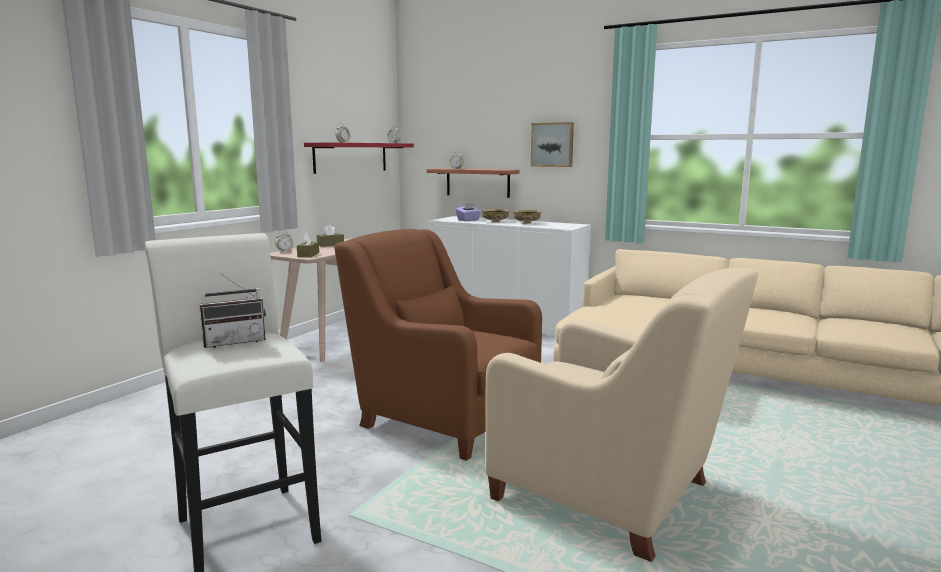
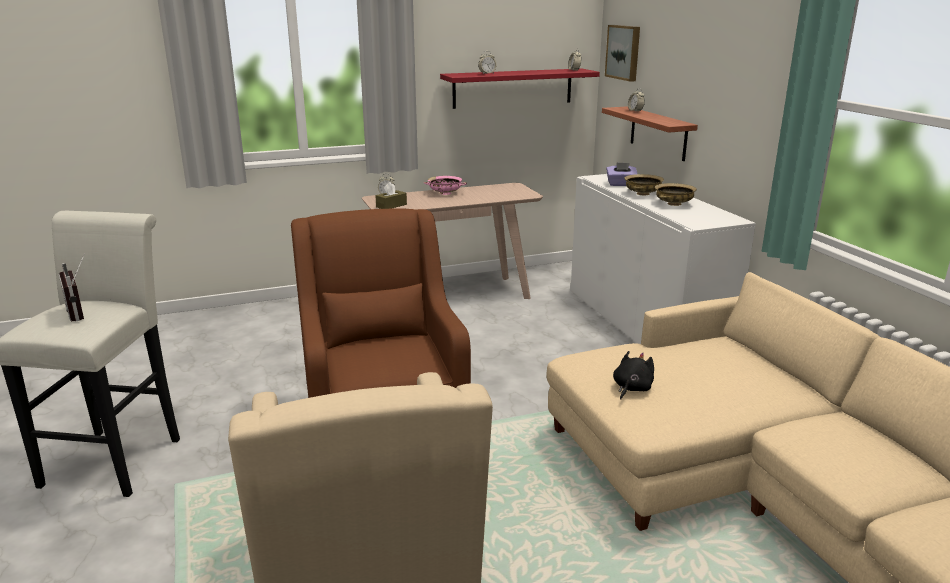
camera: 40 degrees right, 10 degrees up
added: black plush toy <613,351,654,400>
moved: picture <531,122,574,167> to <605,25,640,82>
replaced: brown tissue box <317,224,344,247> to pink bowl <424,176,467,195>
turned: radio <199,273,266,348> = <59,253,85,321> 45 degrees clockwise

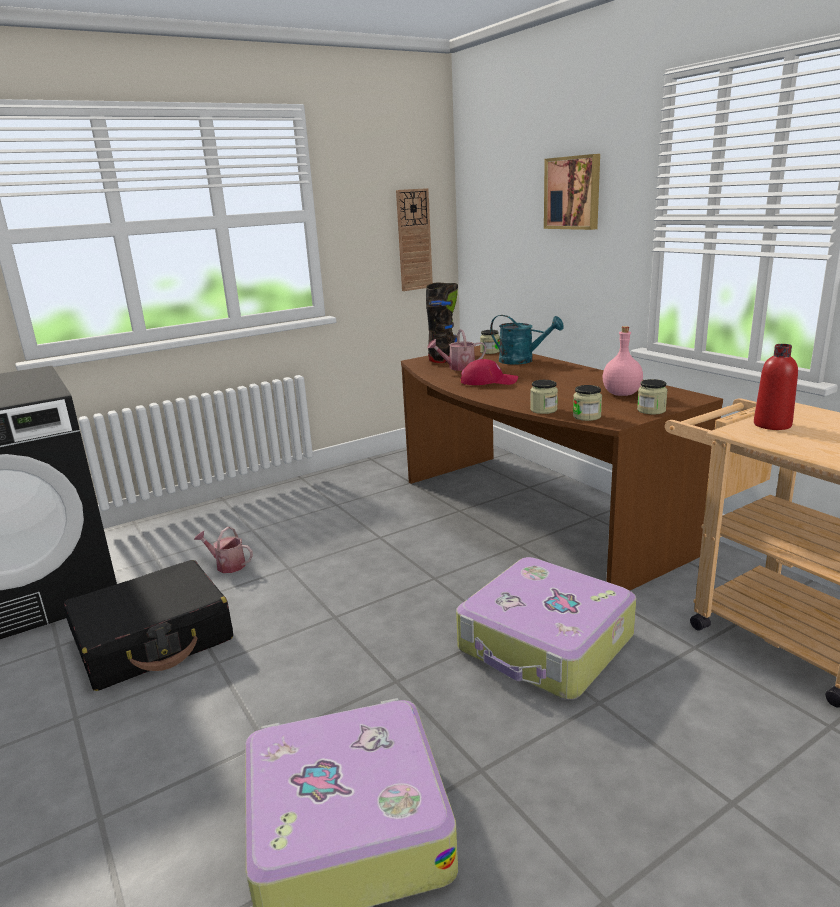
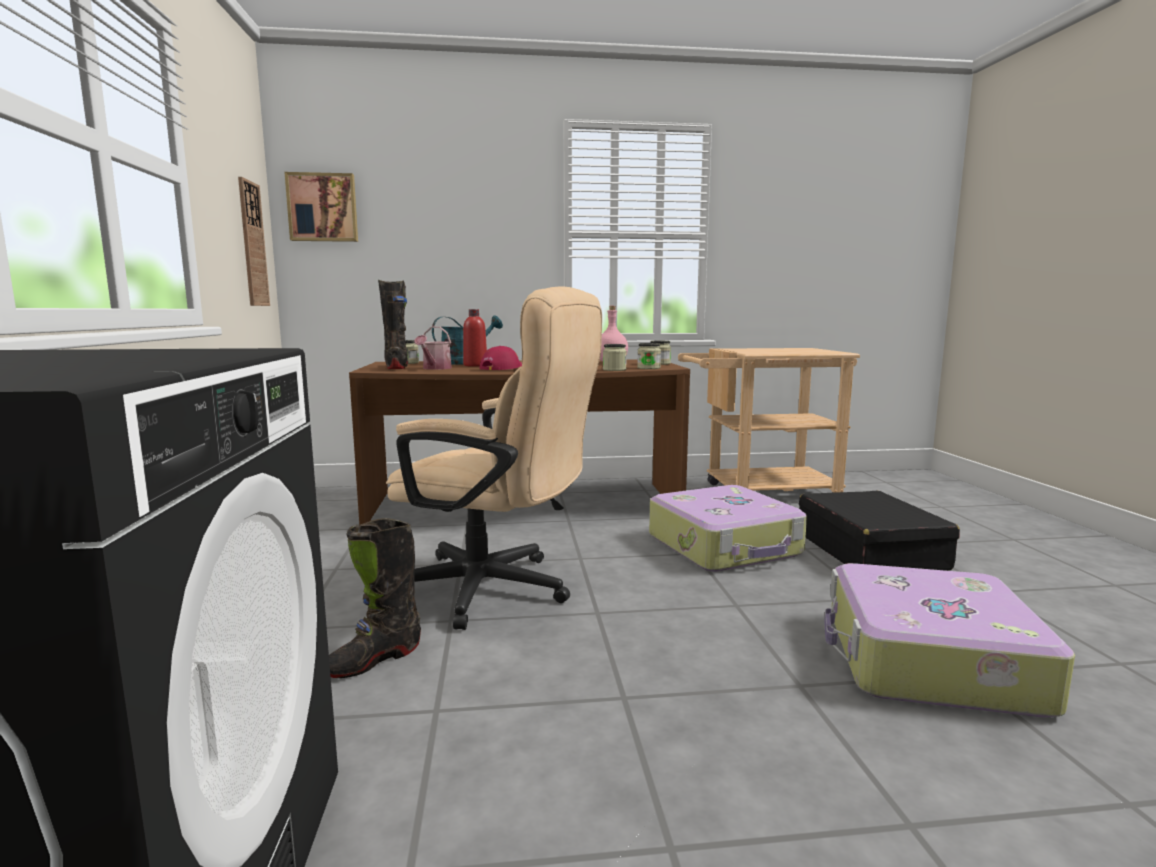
camera: 65 degrees left, 10 degrees down
added: beige office chair <386,286,602,630>
moved: black suitcase <63,560,233,691> to <799,491,960,571>; picture <544,154,600,230> to <284,172,358,242>; red bottle <754,344,798,430> to <463,309,487,367>
replaced: watering can <194,527,253,573> to black boot <329,518,421,678>

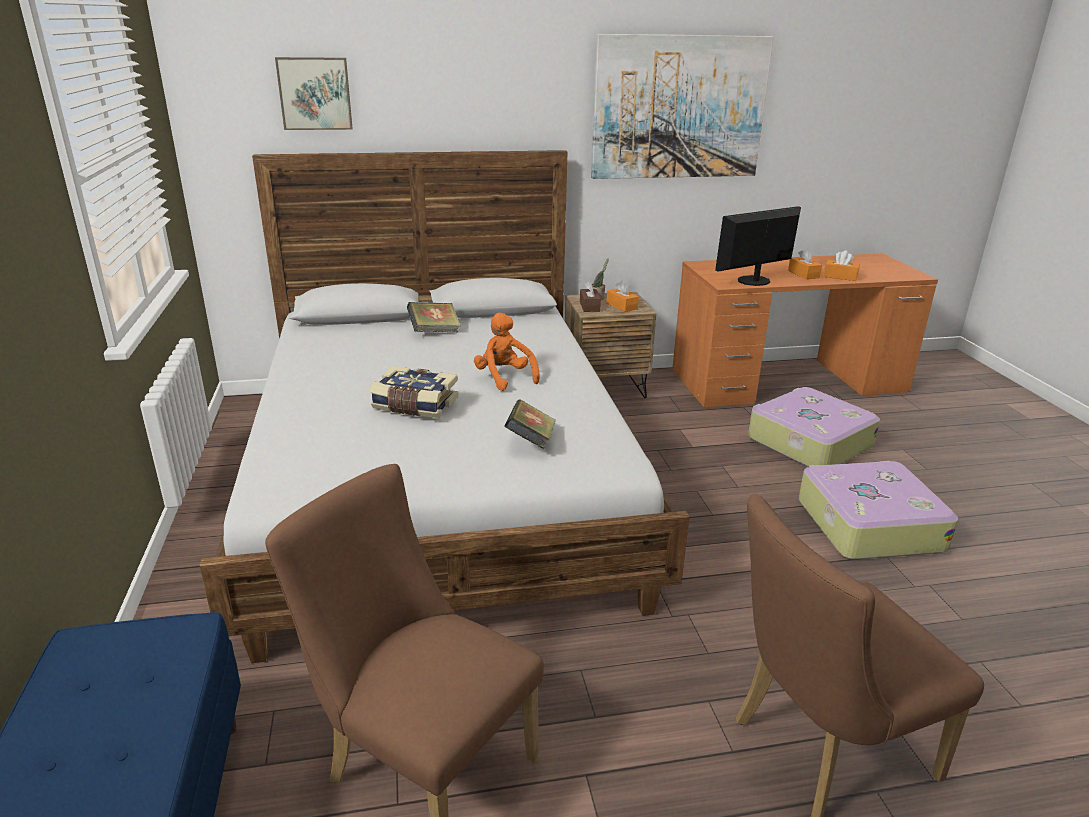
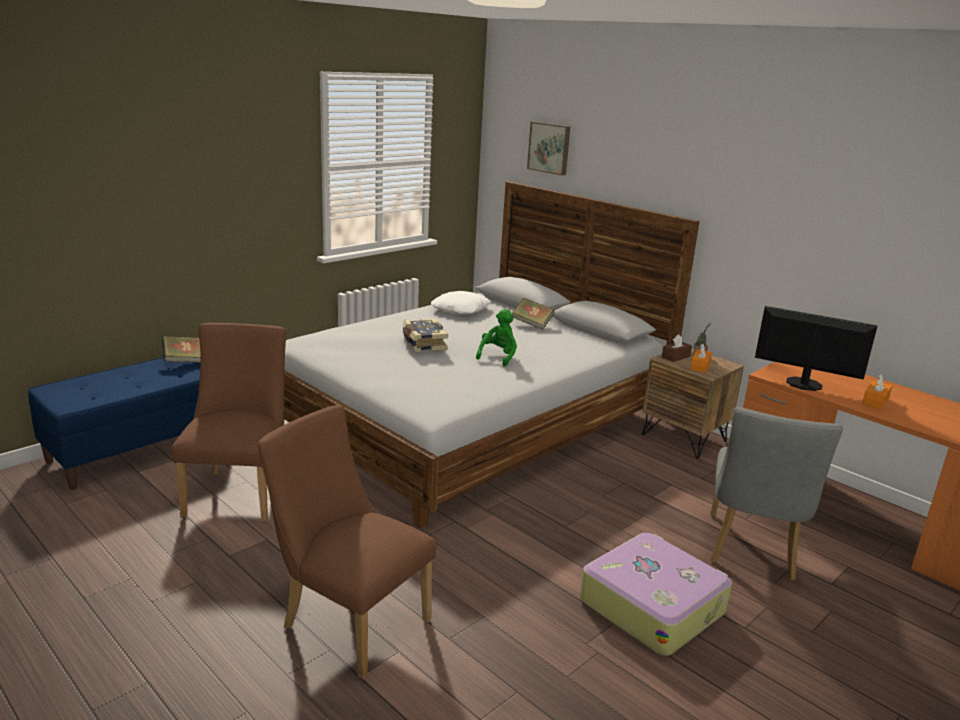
camera: 55 degrees right, 5 degrees down
removed: picture <591,34,774,179>; orange tissue box <824,250,860,281>
added: white pillow <431,291,491,315>
moved: book <505,399,556,449> to <162,336,201,363>
replaced: suitcase <748,387,880,467> to grey chair <710,407,843,580>
recoloured: orange plush toy <474,313,540,391> to green plush toy <476,309,517,367>

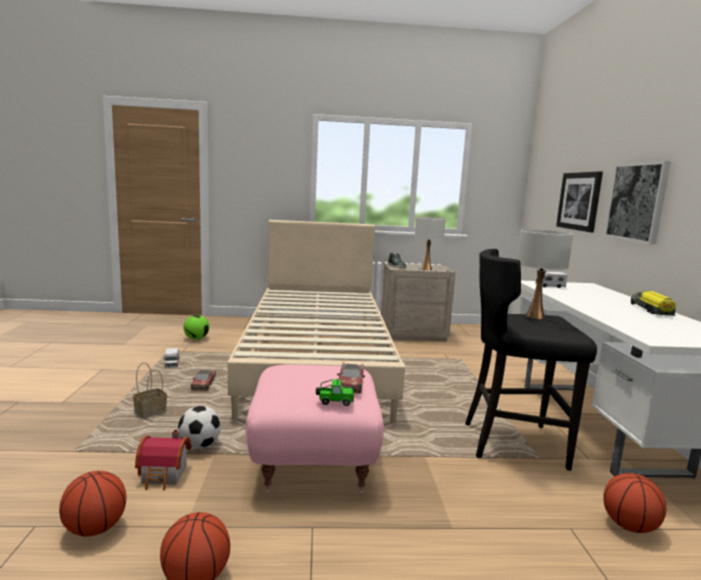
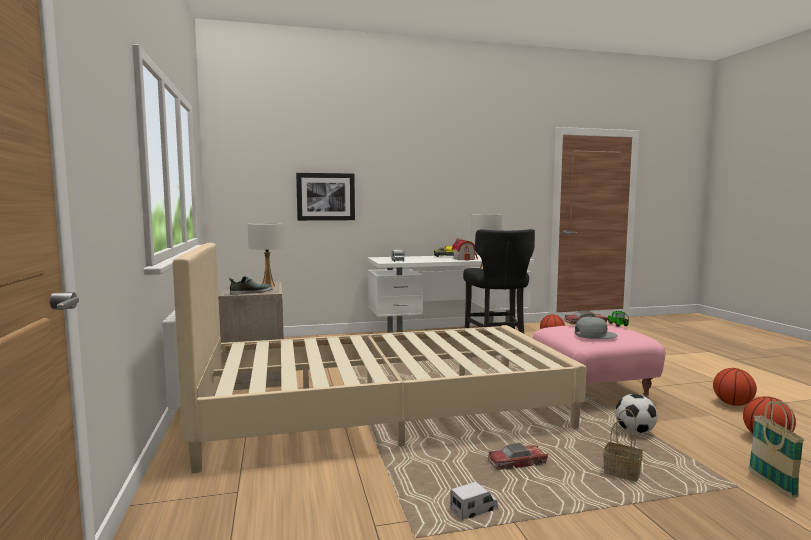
camera: 100 degrees left, 5 degrees down
removed: football <183,315,209,340>; picture <604,161,671,245>
added: grey cap <575,317,618,339>; basket <749,401,804,498>
moved: toy house <135,430,191,491> to <452,238,478,261>

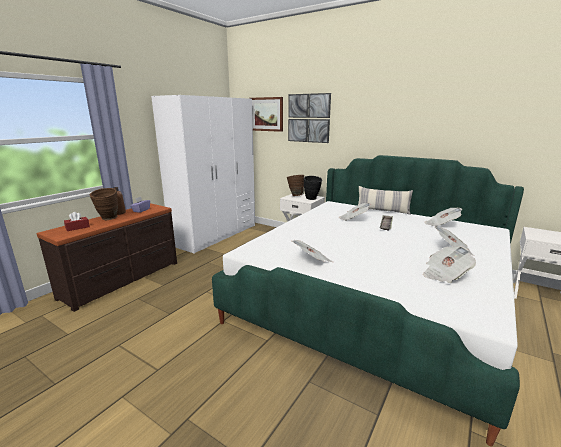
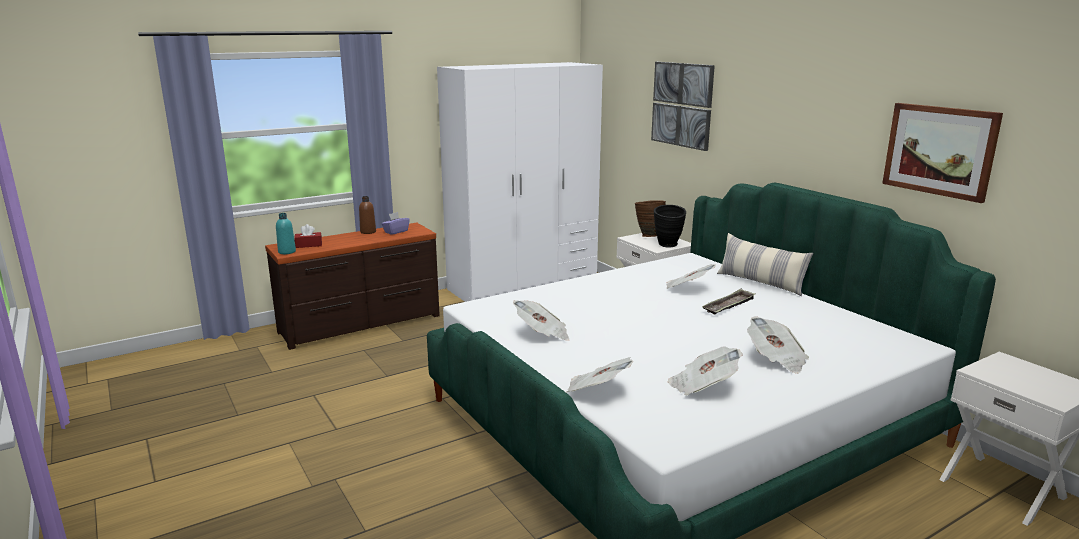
camera: 25 degrees right, 0 degrees up
removed: brown vase <90,188,118,220>
added: turquoise bottle <276,213,296,254>
moved: picture <250,97,283,132> to <882,103,1003,203>; newspaper <424,208,463,227> to <566,357,633,393>

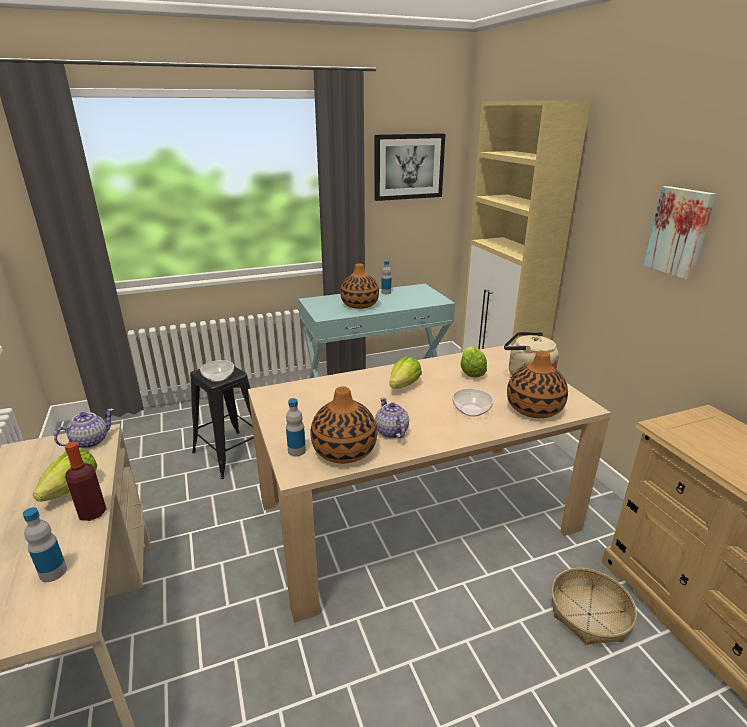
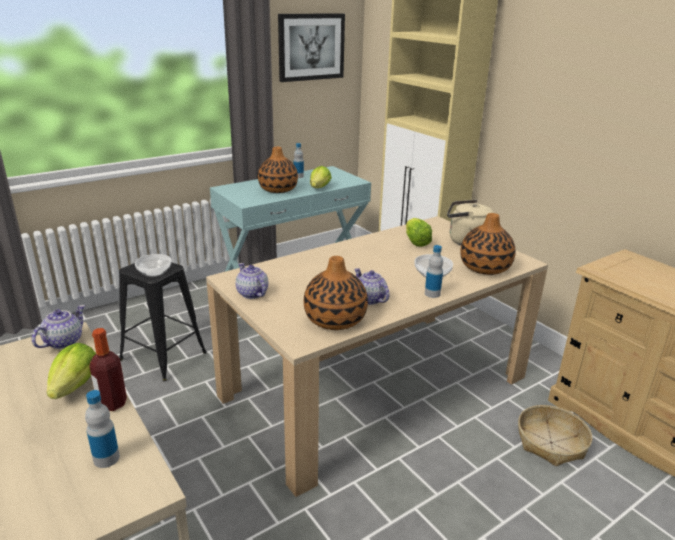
camera: 15 degrees left, 0 degrees up
removed: picture <643,186,716,280>
added: teapot <236,263,268,299>
moved: bottle <286,398,306,456> to <425,245,443,298>; lettuce <389,356,422,389> to <310,166,332,188>

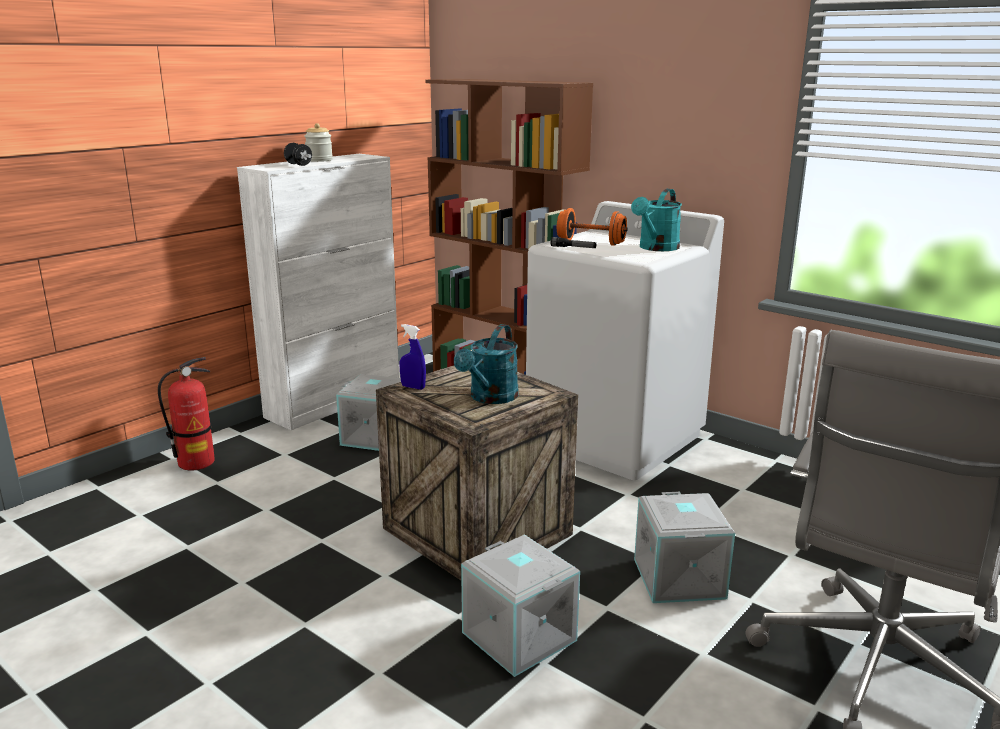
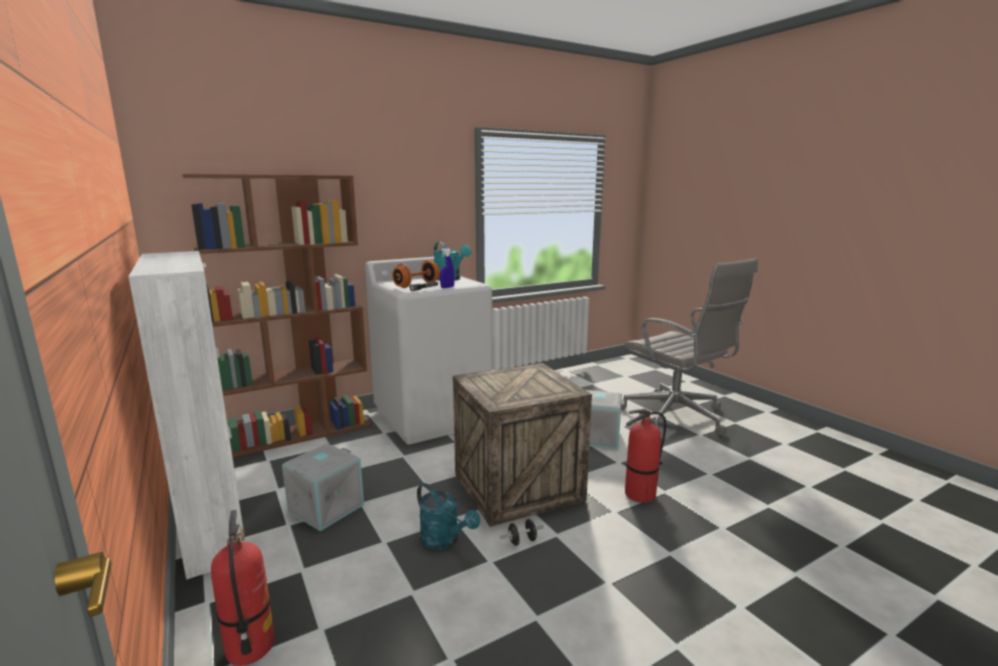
camera: 70 degrees left, 5 degrees down
removed: jar <304,123,333,162>
moved: black dumbbell <284,143,312,166> to <500,519,544,546>; blue spray bottle <400,324,426,390> to <440,248,455,288>; turquoise watering can <454,324,518,404> to <417,483,480,550>
replaced: grey storage box <461,534,580,677> to fire extinguisher <625,408,666,503>

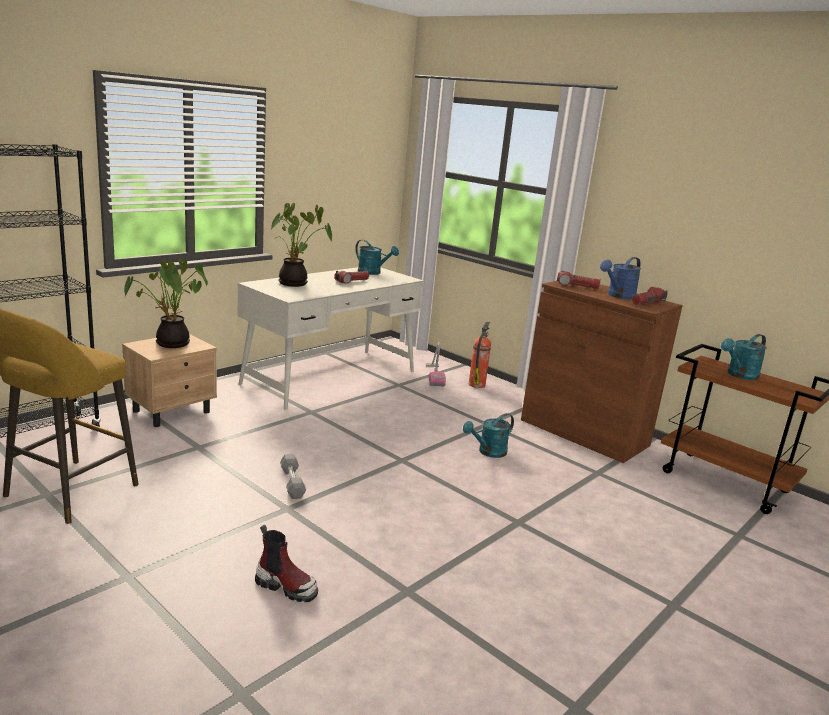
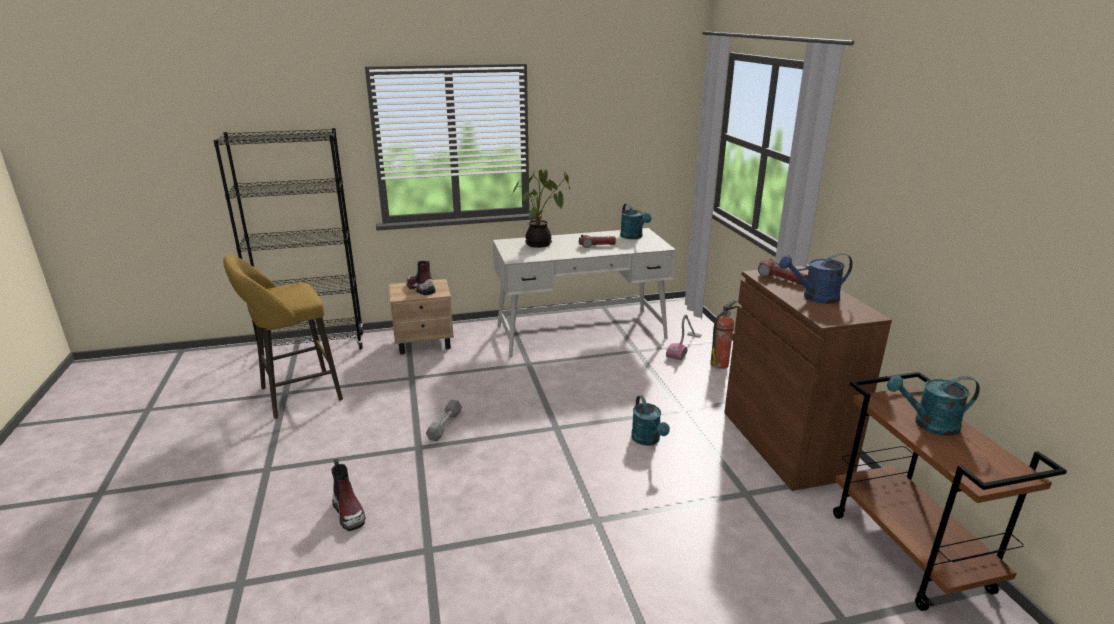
camera: 35 degrees right, 5 degrees up
removed: flashlight <632,287,668,305>
replaced: potted plant <124,258,208,348> to boot <407,260,436,295>
turned: turquoise watering can <463,413,514,458> = <631,395,670,446> 105 degrees counterclockwise

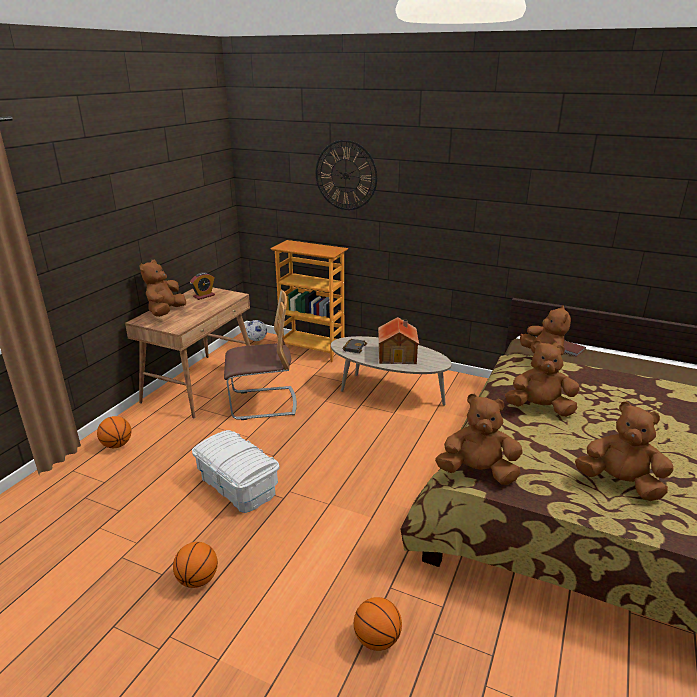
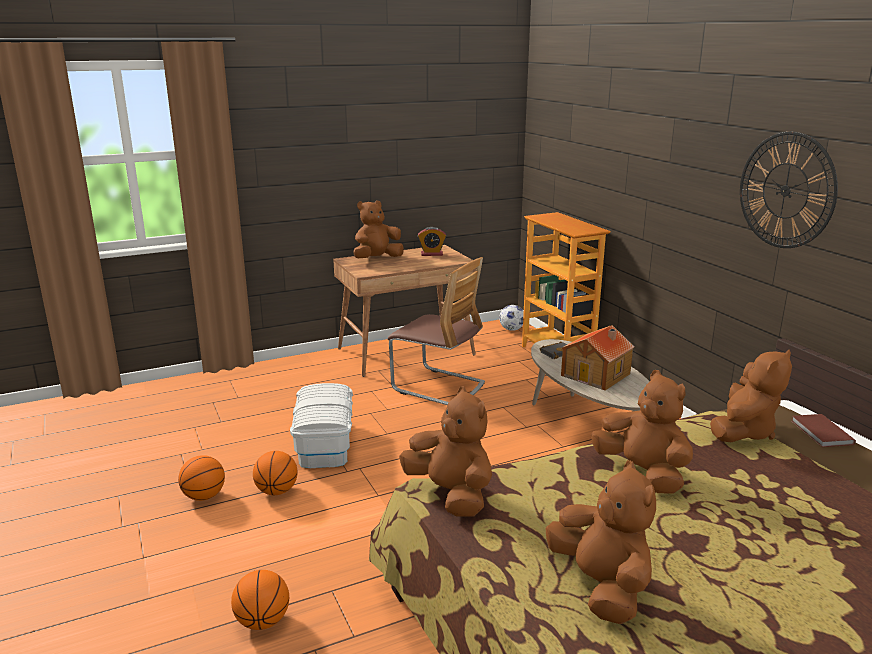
camera: 40 degrees right, 5 degrees down
moved: basketball <97,416,131,448> to <253,451,298,495>; wall clock <316,140,377,210> to <740,132,838,248>

